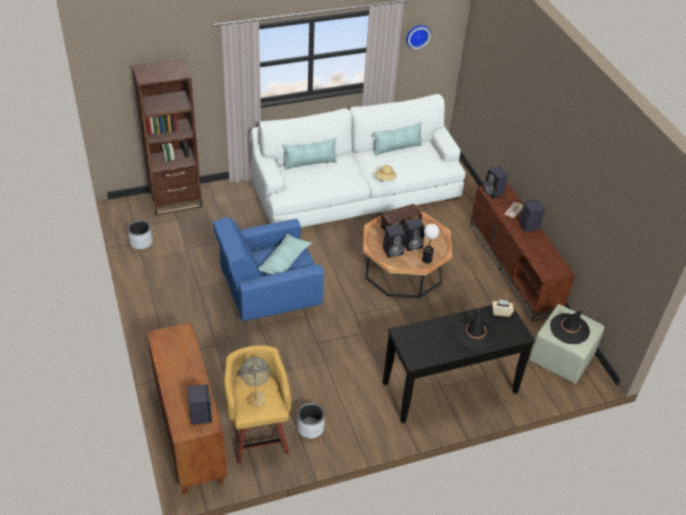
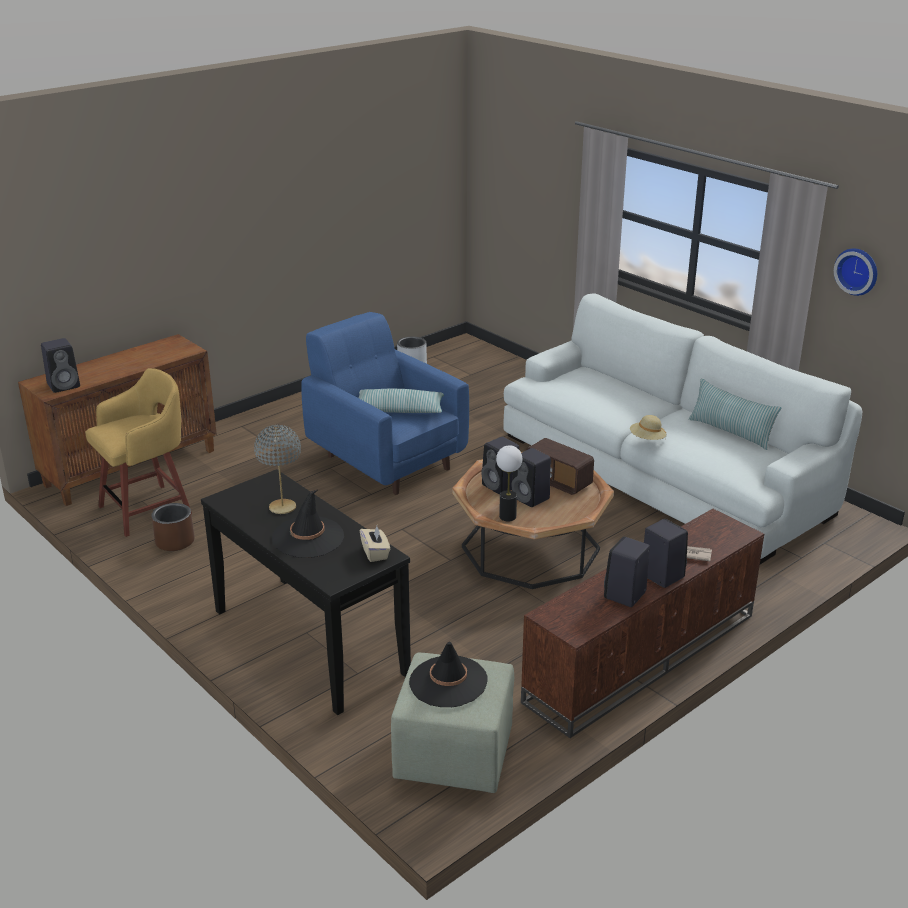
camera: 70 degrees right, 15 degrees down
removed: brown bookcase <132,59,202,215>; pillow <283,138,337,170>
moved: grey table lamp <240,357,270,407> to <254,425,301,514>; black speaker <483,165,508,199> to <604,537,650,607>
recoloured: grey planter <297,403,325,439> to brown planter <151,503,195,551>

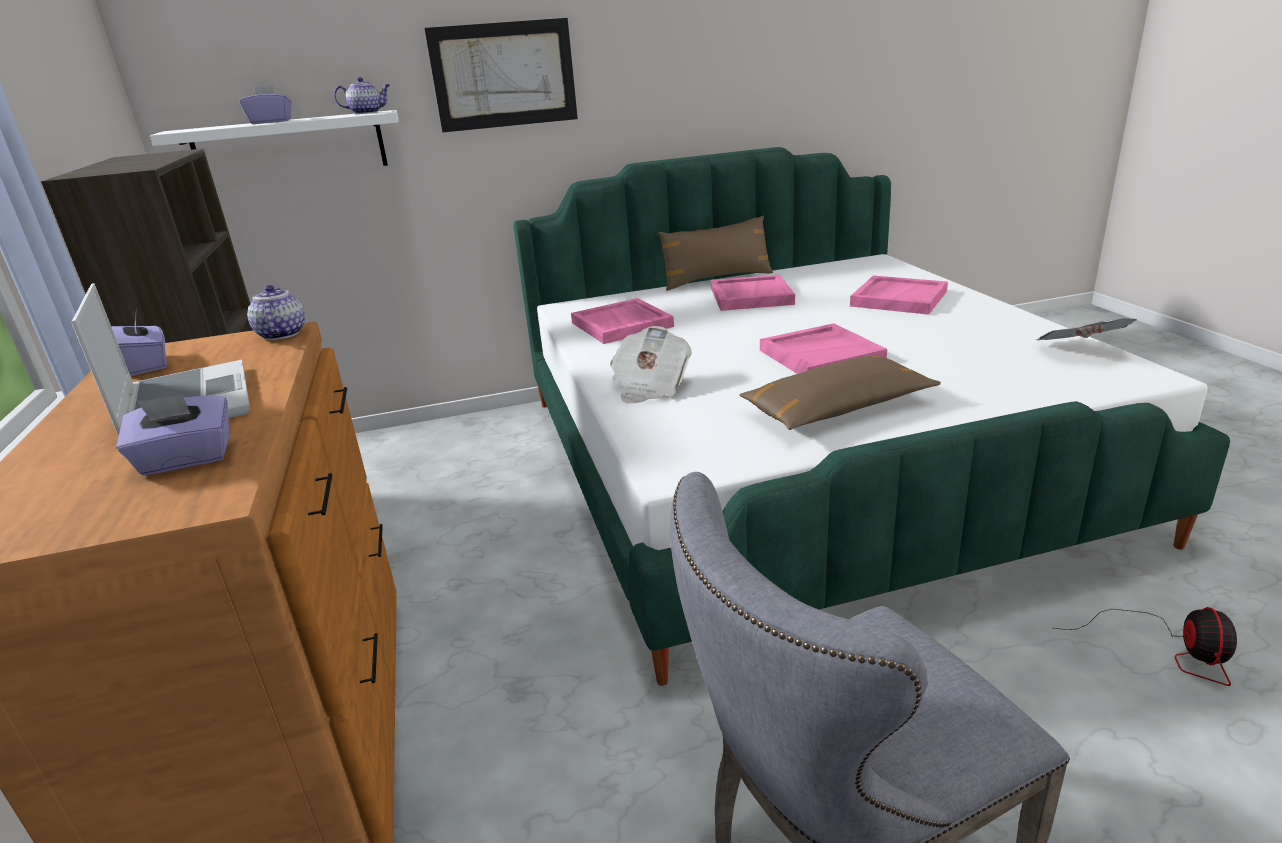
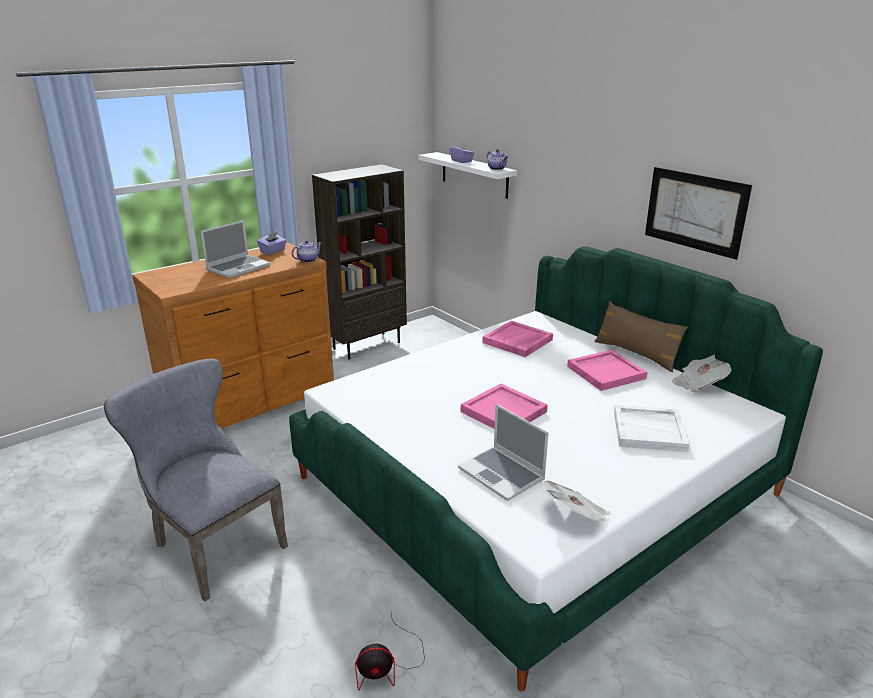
camera: 65 degrees right, 0 degrees up
removed: purple tissue box <116,394,229,475>; brown pillow <739,355,941,430>
added: laptop <458,404,549,501>
moved: picture <424,18,578,132> to <645,167,752,260>; newspaper <610,326,692,403> to <672,354,732,392>
recoloured: pink tray <850,275,948,315> to white tray <614,405,690,452>

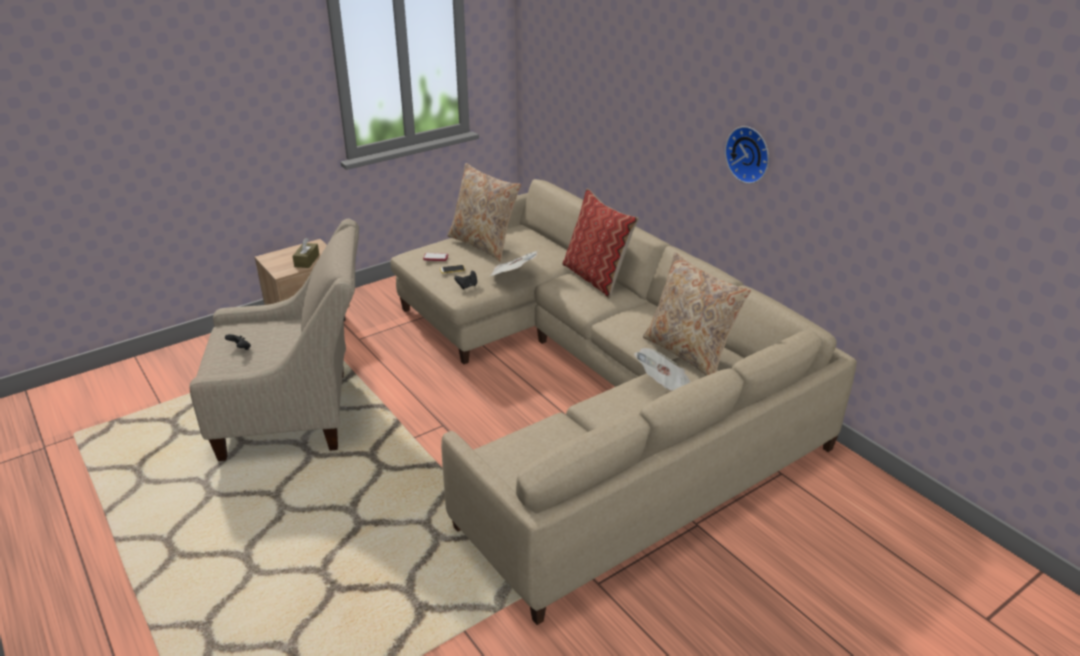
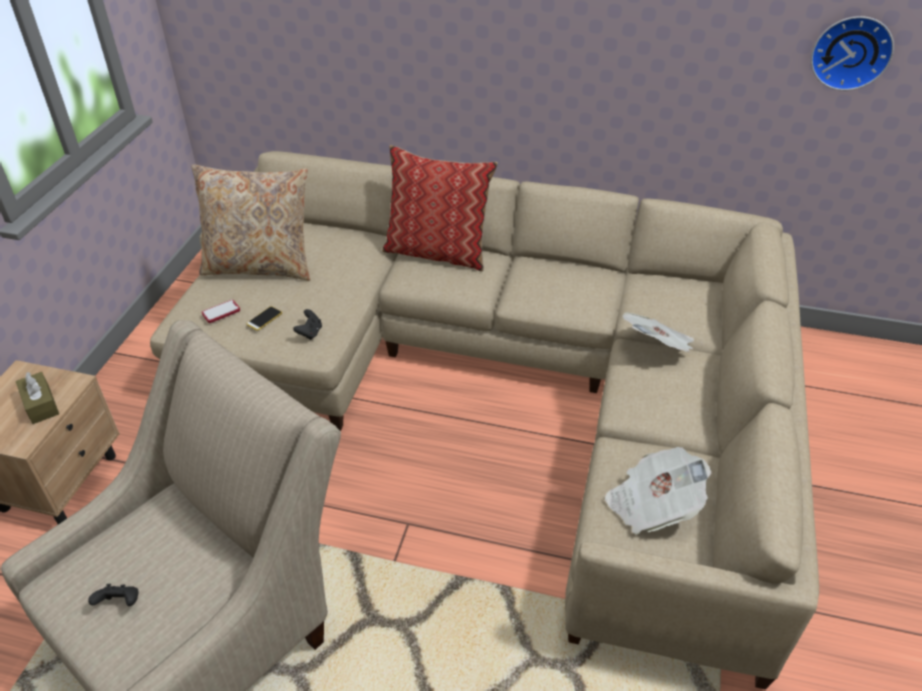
camera: 40 degrees left, 10 degrees up
removed: beige pillow <643,252,751,376>
moved: newspaper <488,251,538,277> to <605,447,712,534>; wall clock <725,126,769,184> to <811,16,894,91>

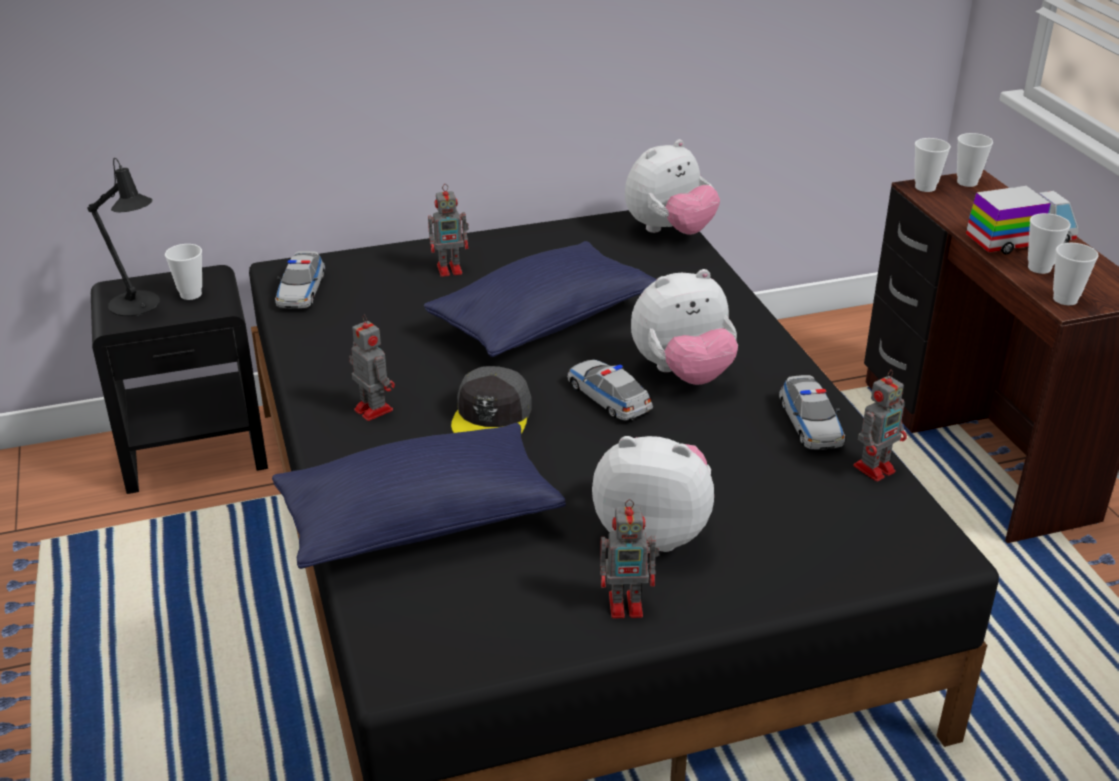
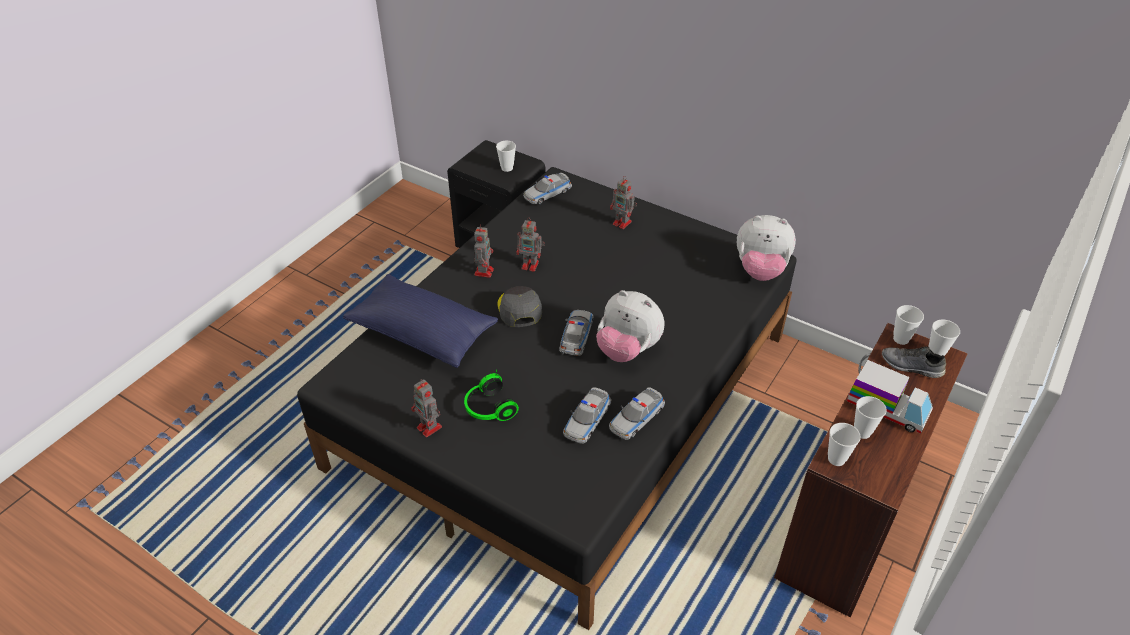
camera: 50 degrees right, 10 degrees up
removed: black table lamp <88,158,160,316>; blue pillow <424,241,657,357>
added: toy car <563,387,611,444>; grey shoe <882,347,946,378>
moved: toy robot <853,370,907,481> to <517,217,544,272>
replaced: plush toy <592,436,714,552> to headphones <464,370,519,421>
turned: grey cap <451,366,532,434> = <497,286,542,327> 105 degrees clockwise

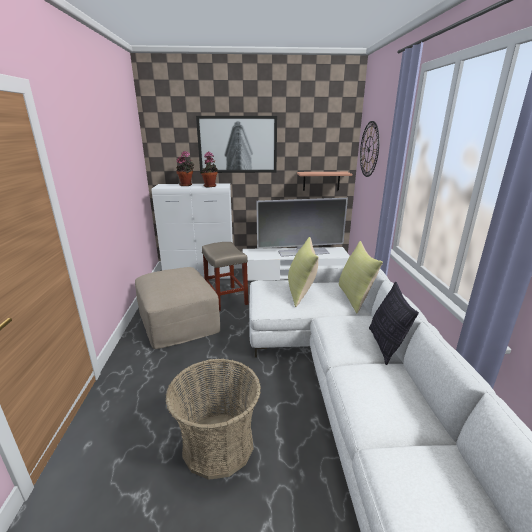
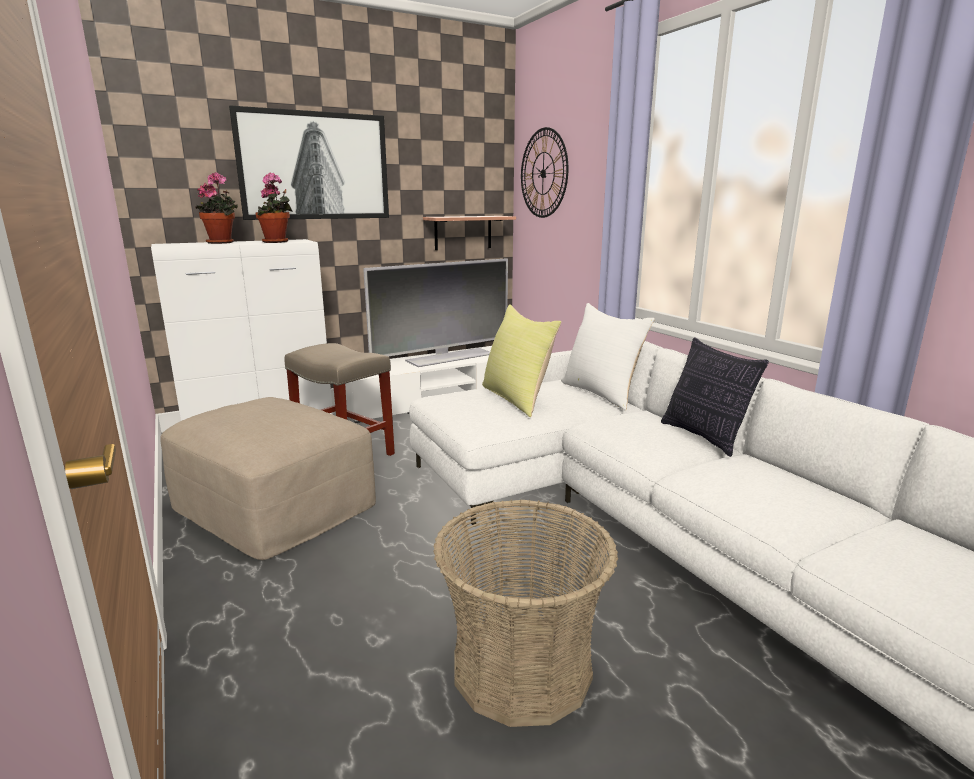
camera: 25 degrees left, 5 degrees down
recoloured: yellow pillow <339,241,383,314> to white pillow <561,303,655,410>

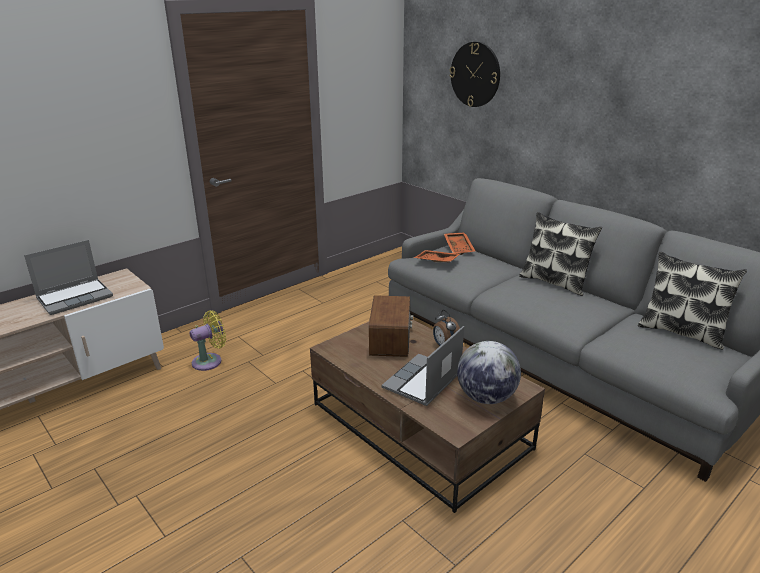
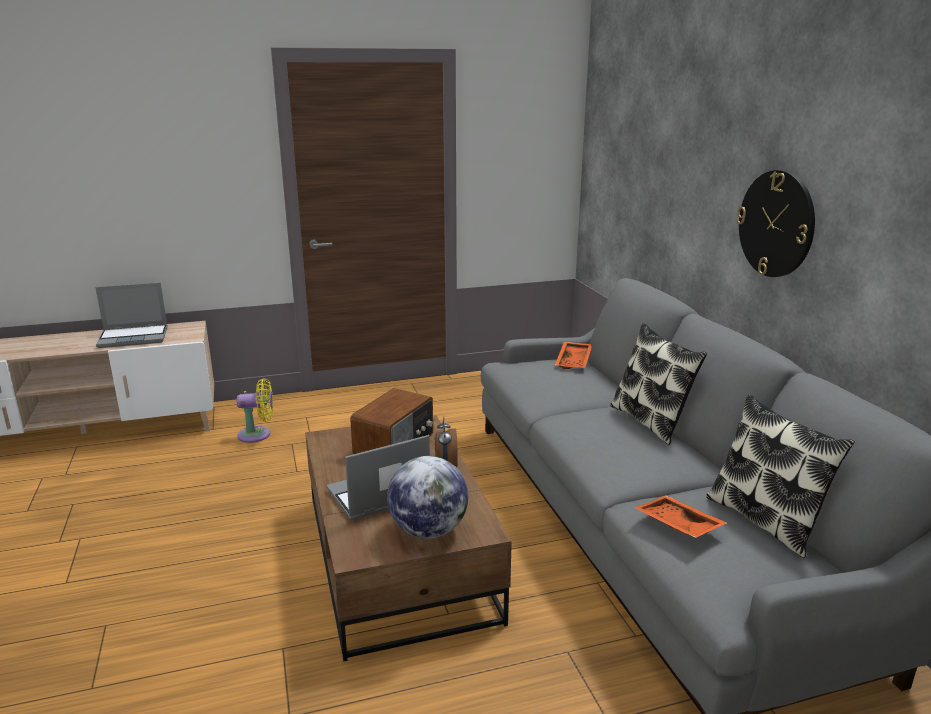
camera: 25 degrees right, 5 degrees down
moved: orange tray <414,250,460,262> to <634,495,727,538>; wall clock <450,42,500,107> to <737,170,815,277>

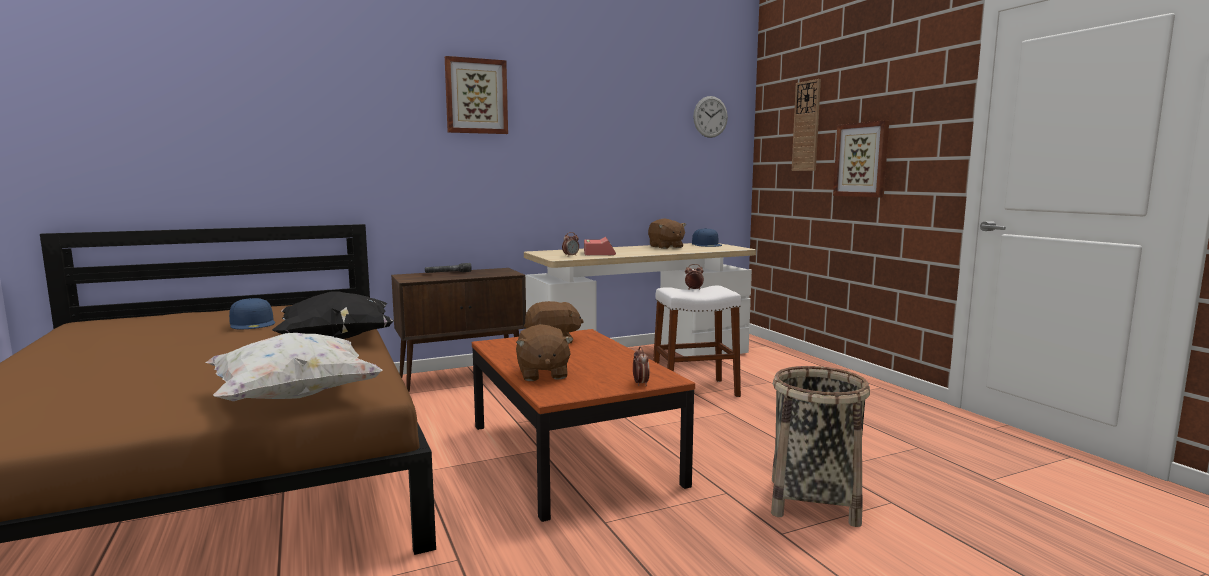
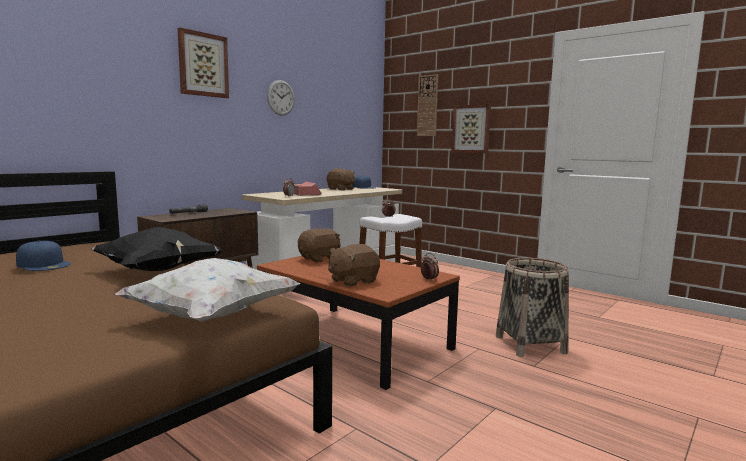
camera: 25 degrees left, 0 degrees up
moved: wall clock <693,96,728,138> to <267,80,295,116>
turned: brown plush toy <516,324,573,381> = <328,244,380,287> 90 degrees clockwise

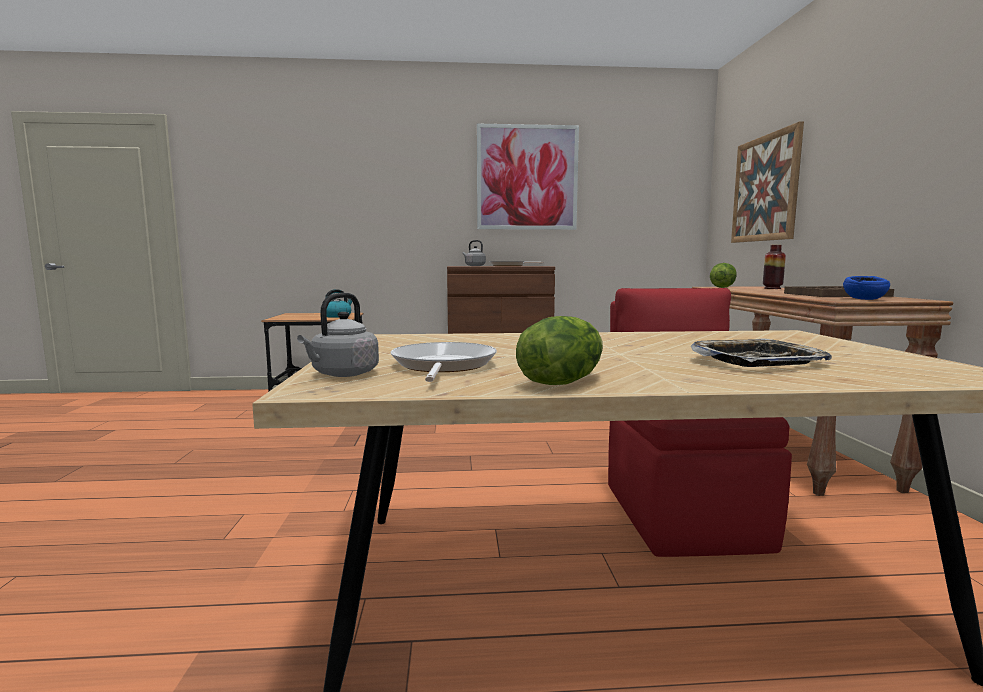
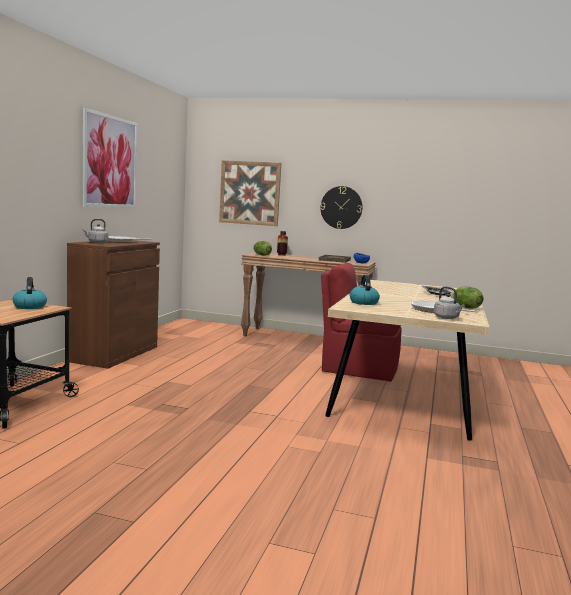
camera: 70 degrees left, 0 degrees up
added: wall clock <320,186,363,229>; kettle <350,275,380,305>

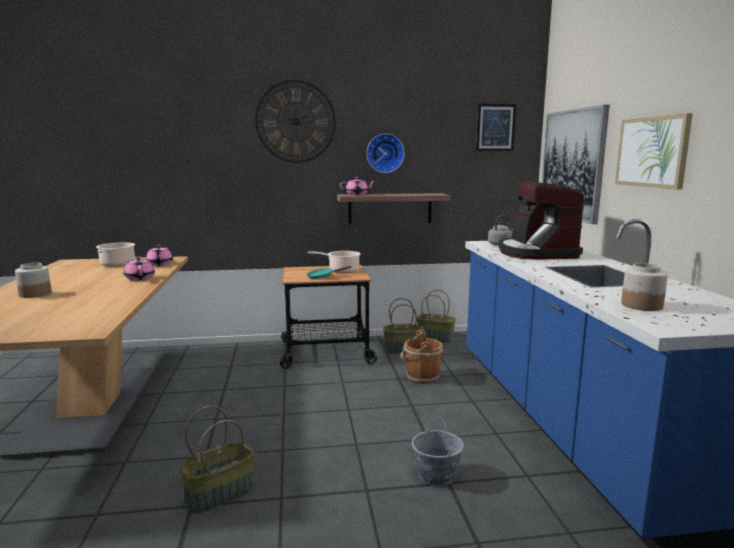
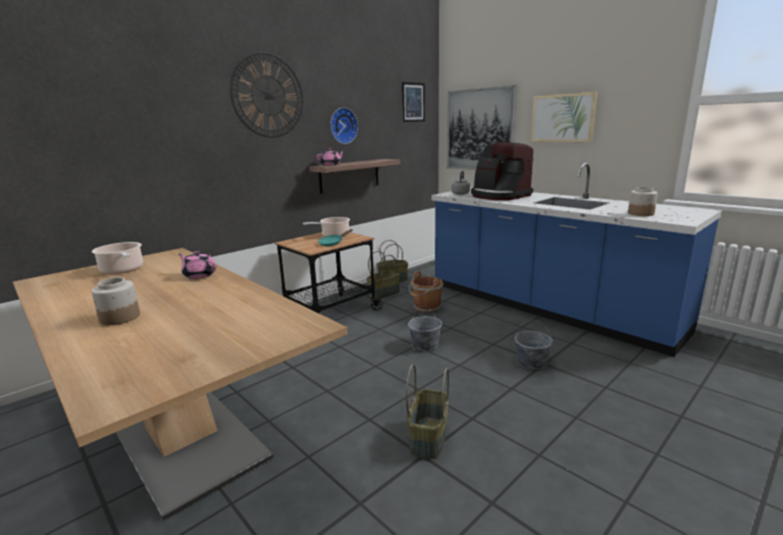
camera: 35 degrees left, 5 degrees up
removed: pink teapot <146,245,173,266>
added: grey bucket <408,306,442,351>

